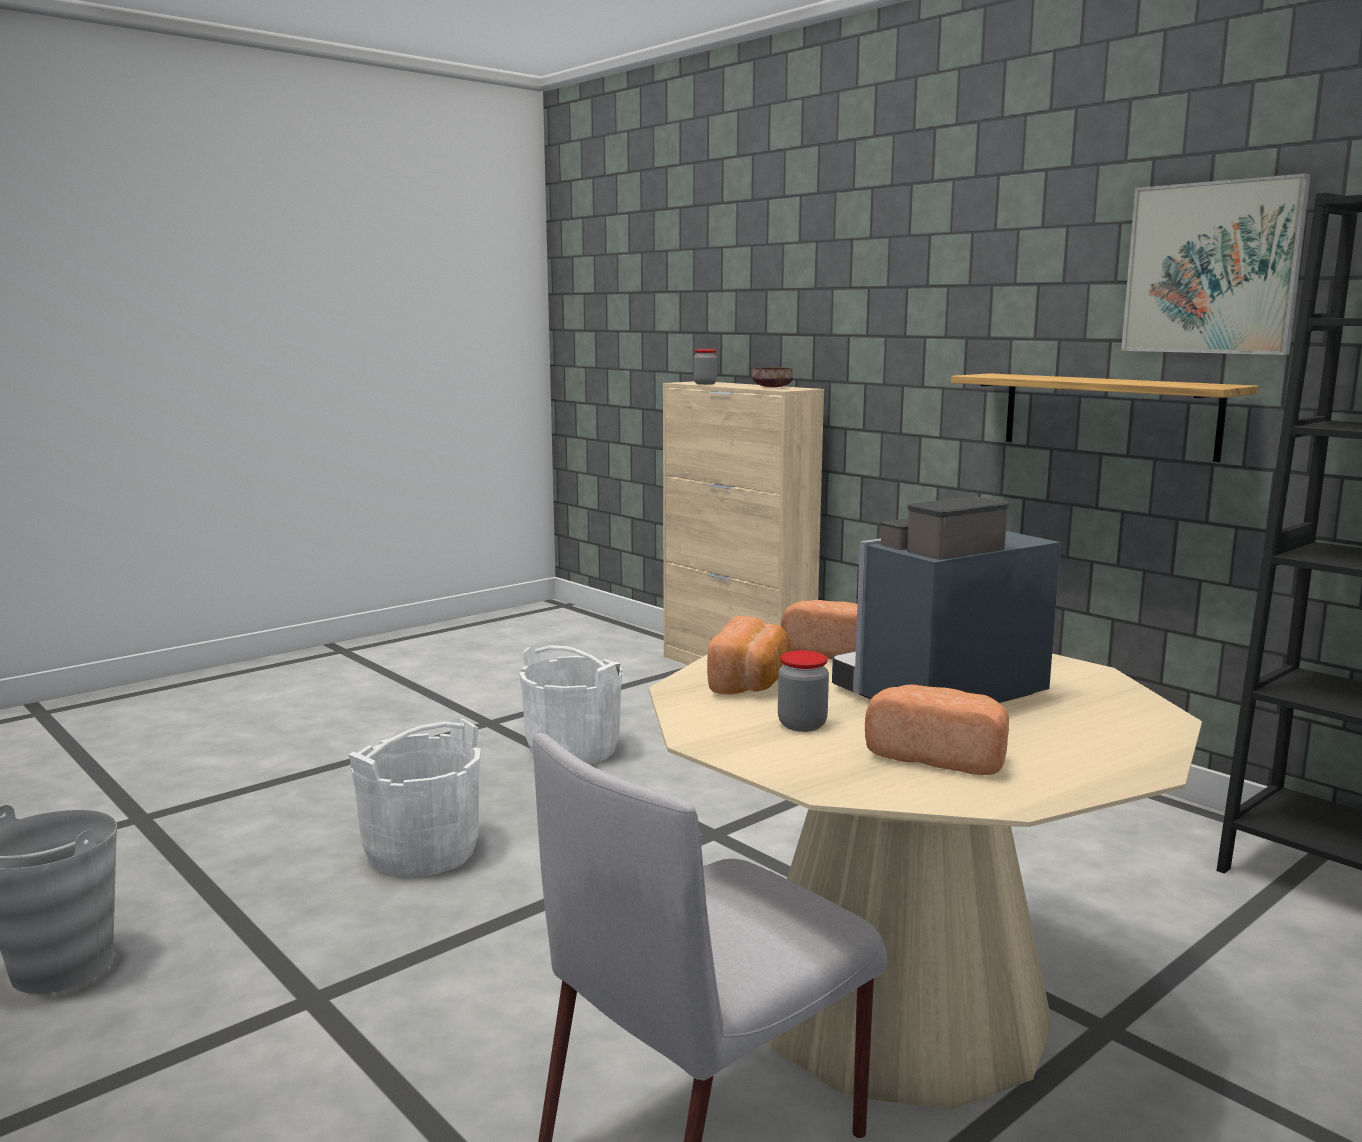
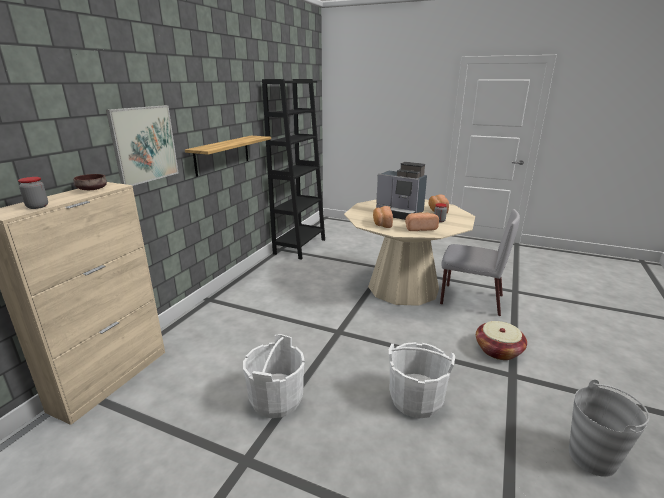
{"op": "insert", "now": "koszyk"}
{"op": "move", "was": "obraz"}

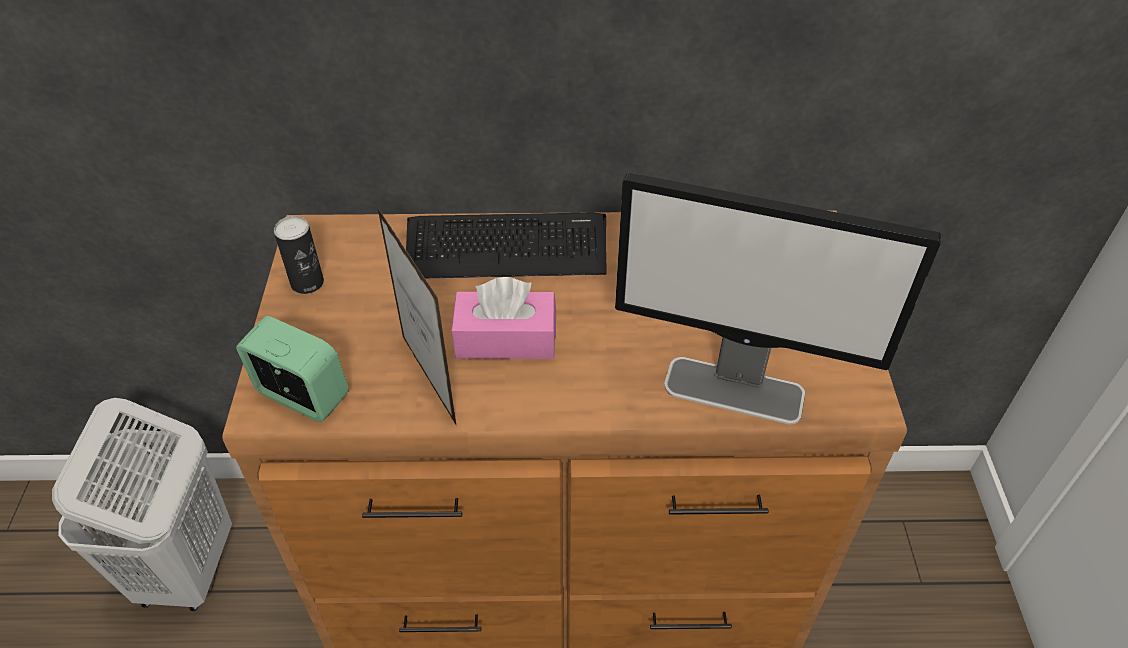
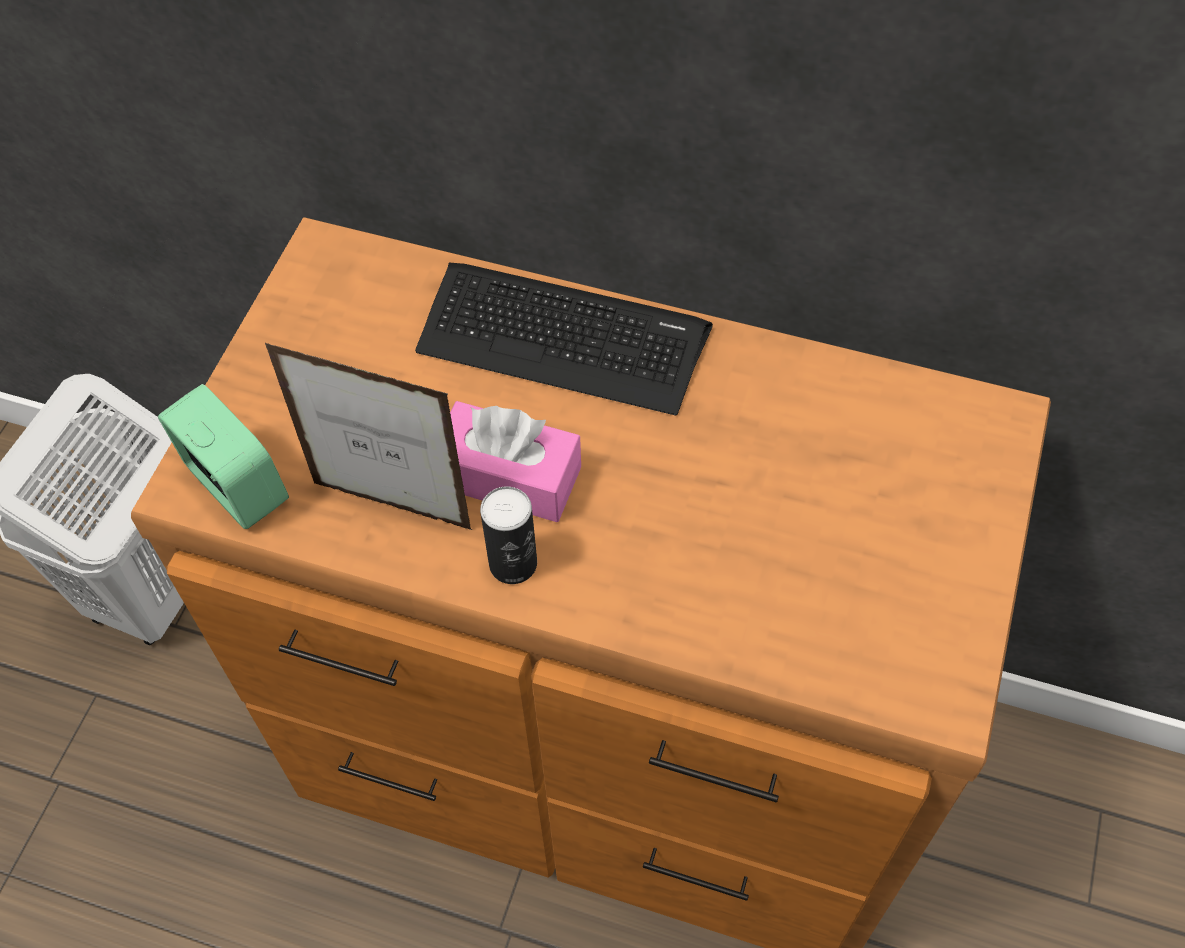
{"op": "delete", "was": "monitor"}
{"op": "move", "was": "puszka"}
{"op": "rotate", "was": "ramka na zdjęcie", "clockwise": 120}

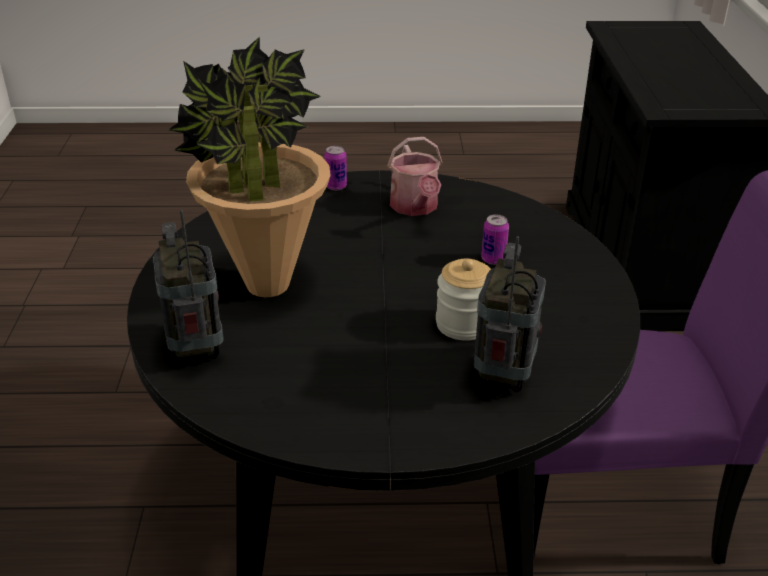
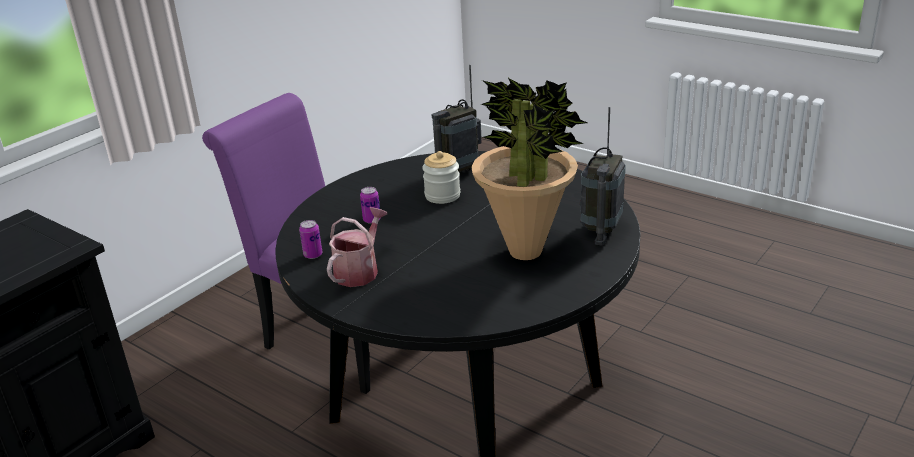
{"op": "move", "was": "puszka (1st from left)"}

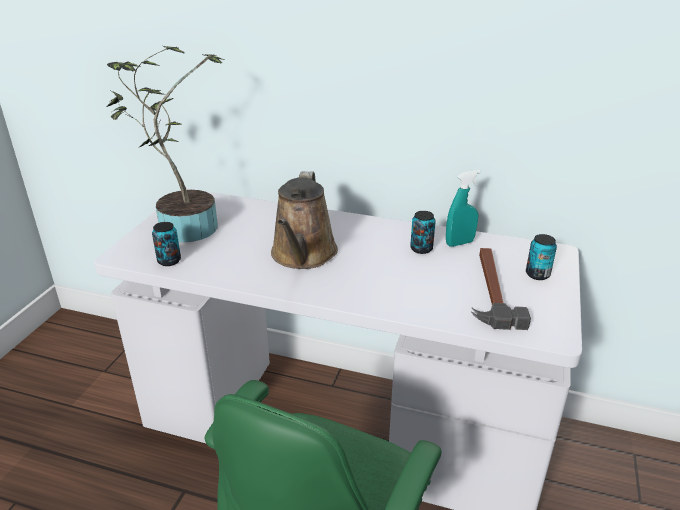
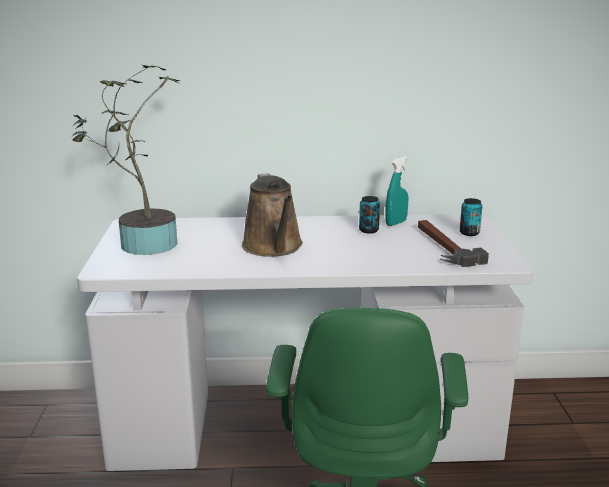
{"op": "delete", "was": "puszka (1st from left)"}

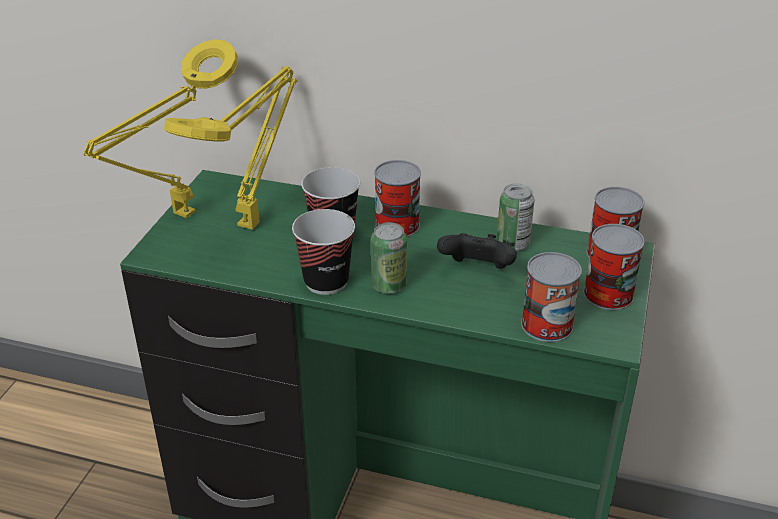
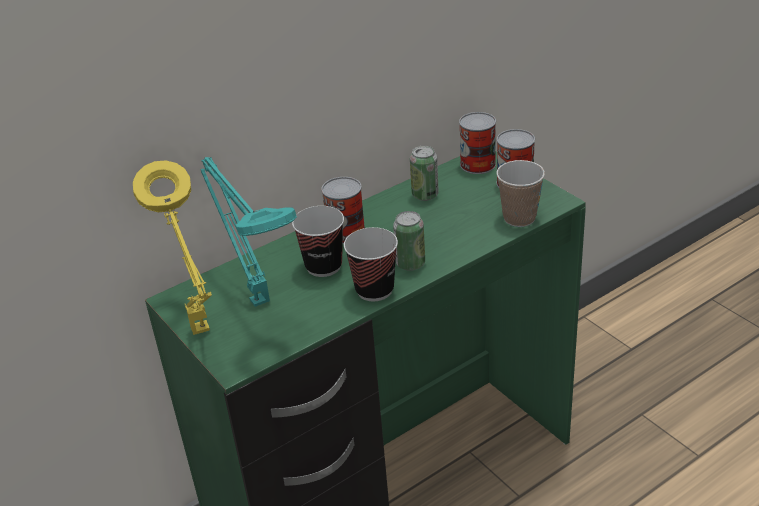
{"op": "delete", "was": "pad do gier/czarny"}
{"op": "replace", "was": "puszka (4th from left)", "now": "filiżanka (3rd from left)"}
{"op": "recolor", "was": "lampa stołowa/żółty (2nd from left)", "now": "lampa stołowa/turkusowy"}

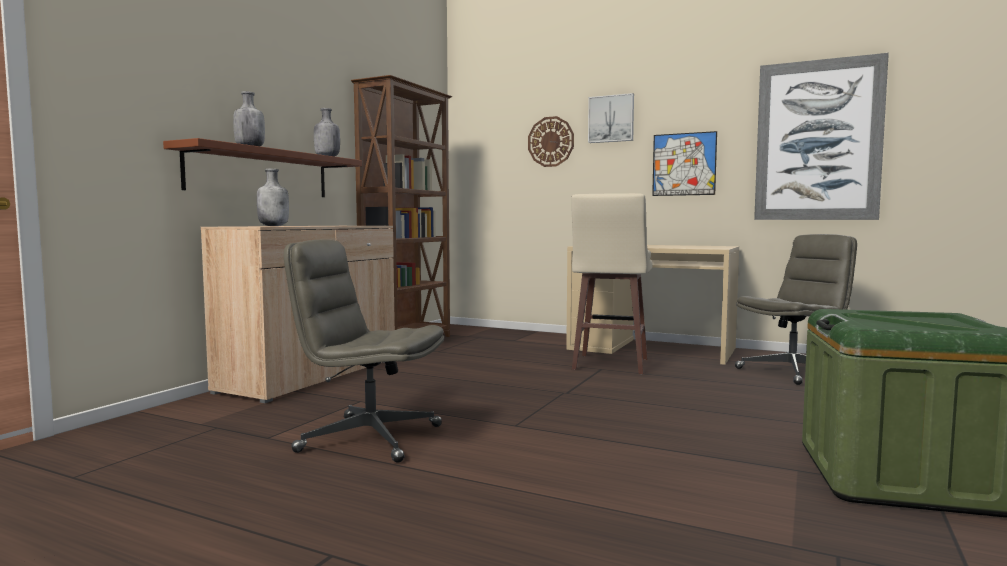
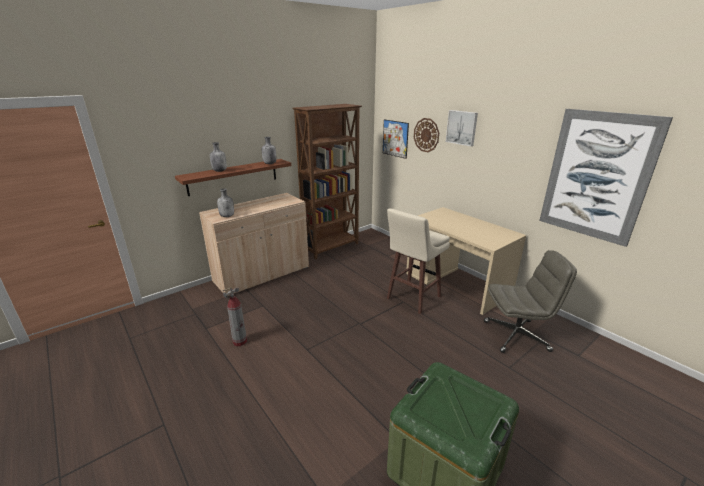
{"op": "move", "was": "obraz (2nd from left in the first image)", "now": "obraz (1st from left)"}
{"op": "replace", "was": "krzesło biurowe/szary (1st from left)", "now": "gaśnica"}

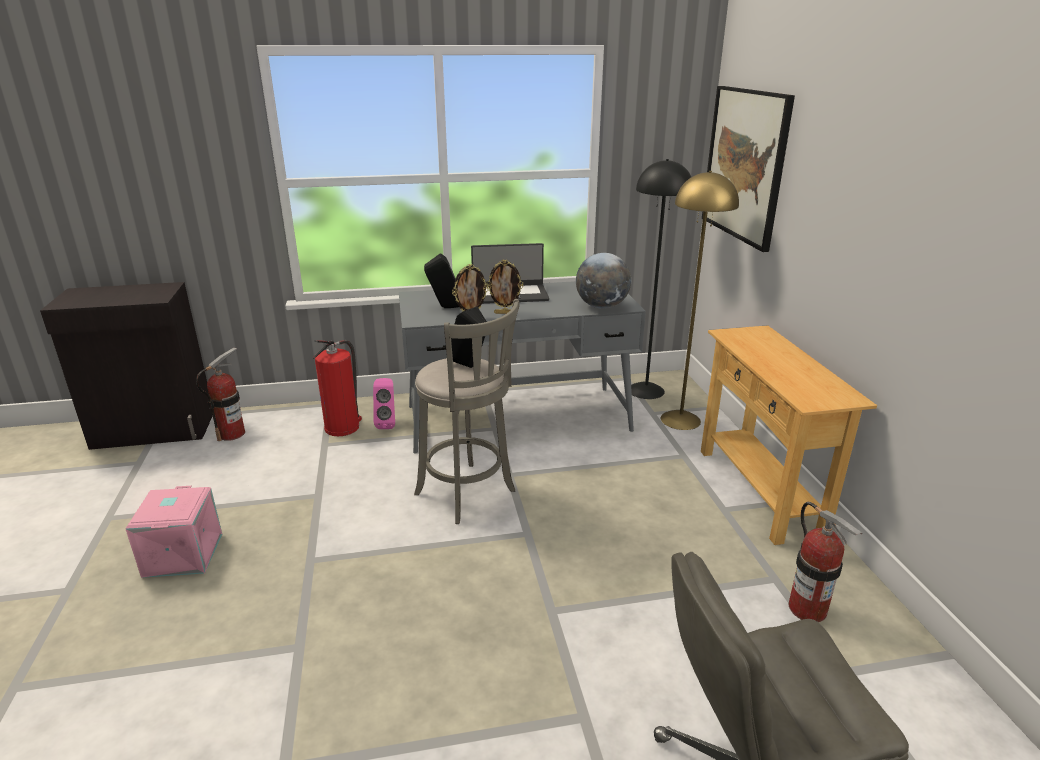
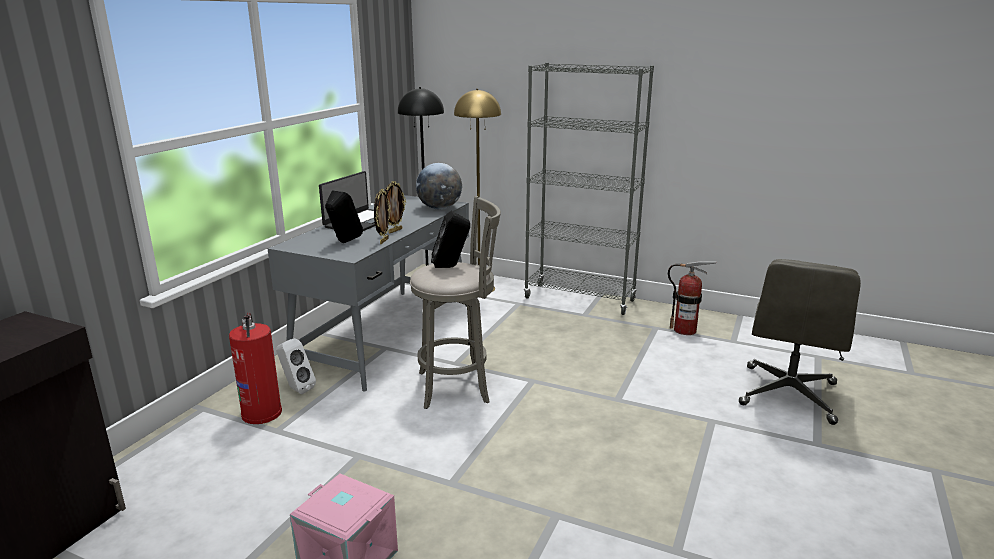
{"op": "delete", "was": "gaśnica (1st from left)"}
{"op": "delete", "was": "obraz"}
{"op": "replace", "was": "stolik konsolowy/beżowy", "now": "regał/szary"}
{"op": "recolor", "was": "głośnik/różowy", "now": "głośnik/biały"}

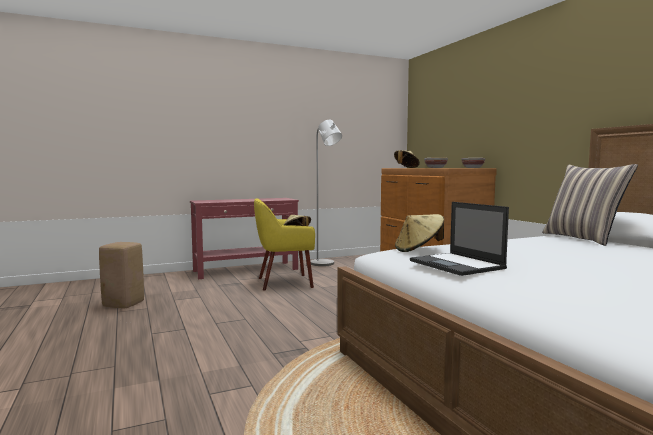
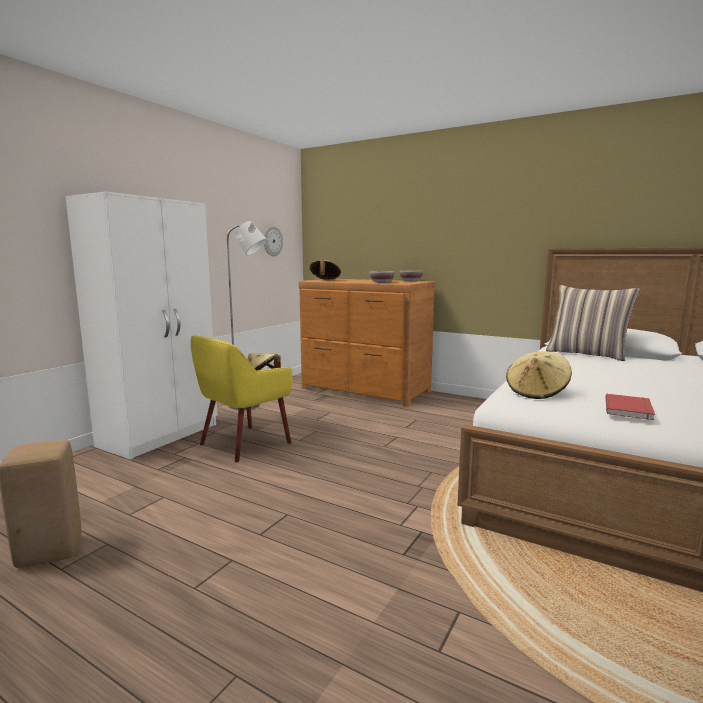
{"op": "insert", "now": "zegar ścienny"}
{"op": "replace", "was": "stolik konsolowy/czerwony", "now": "szafa/biały"}
{"op": "replace", "was": "laptop", "now": "książka/czerwony"}

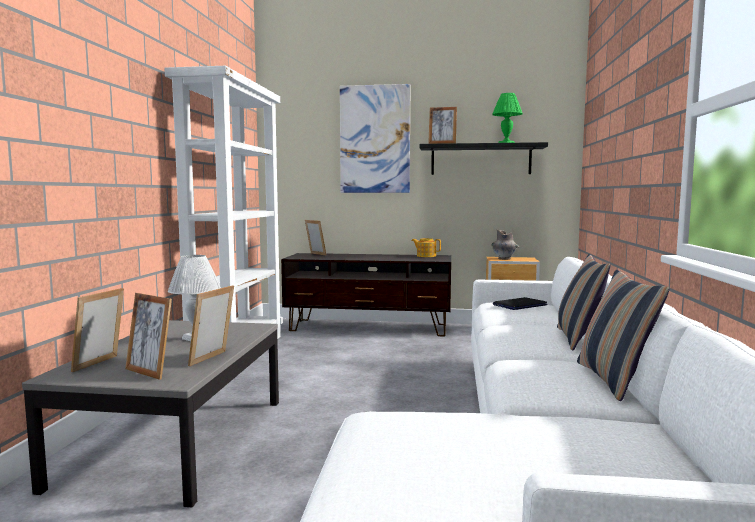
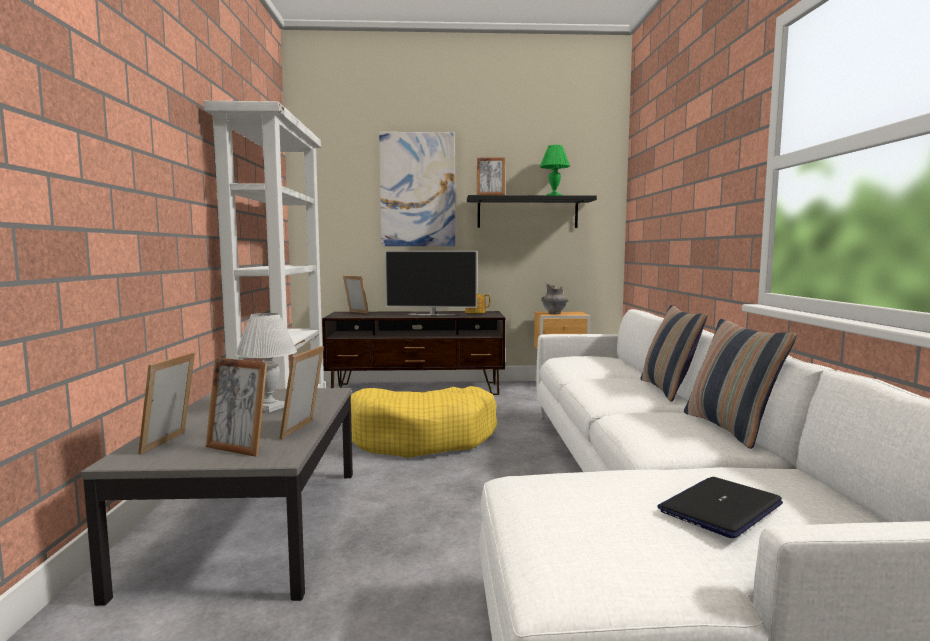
{"op": "insert", "now": "legowisko/żółty"}
{"op": "insert", "now": "telewizor"}
{"op": "move", "was": "laptop"}

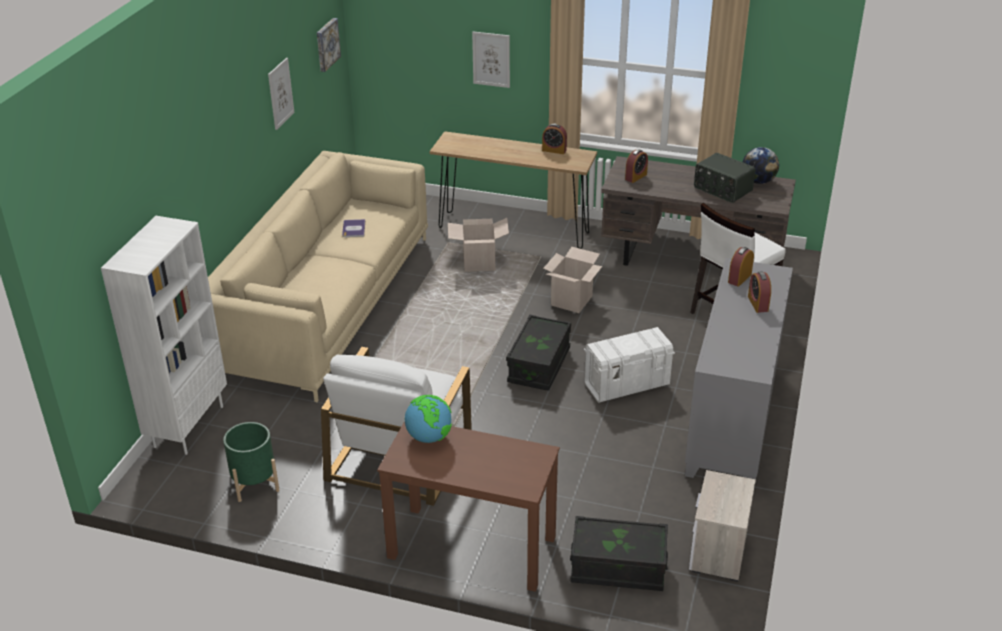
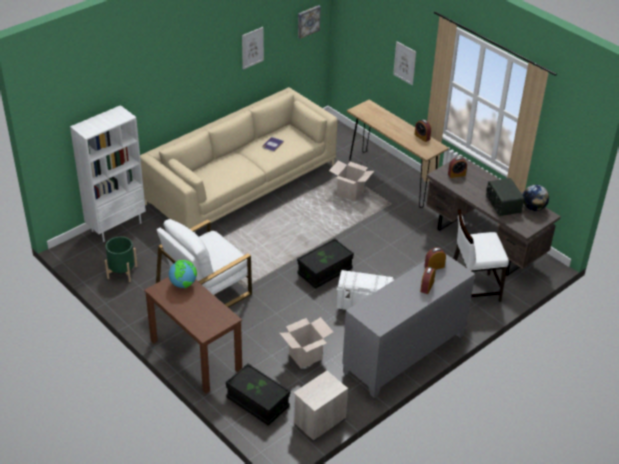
{"op": "move", "was": "karton (2nd from left in the first image)", "now": "karton (1st from left)"}

